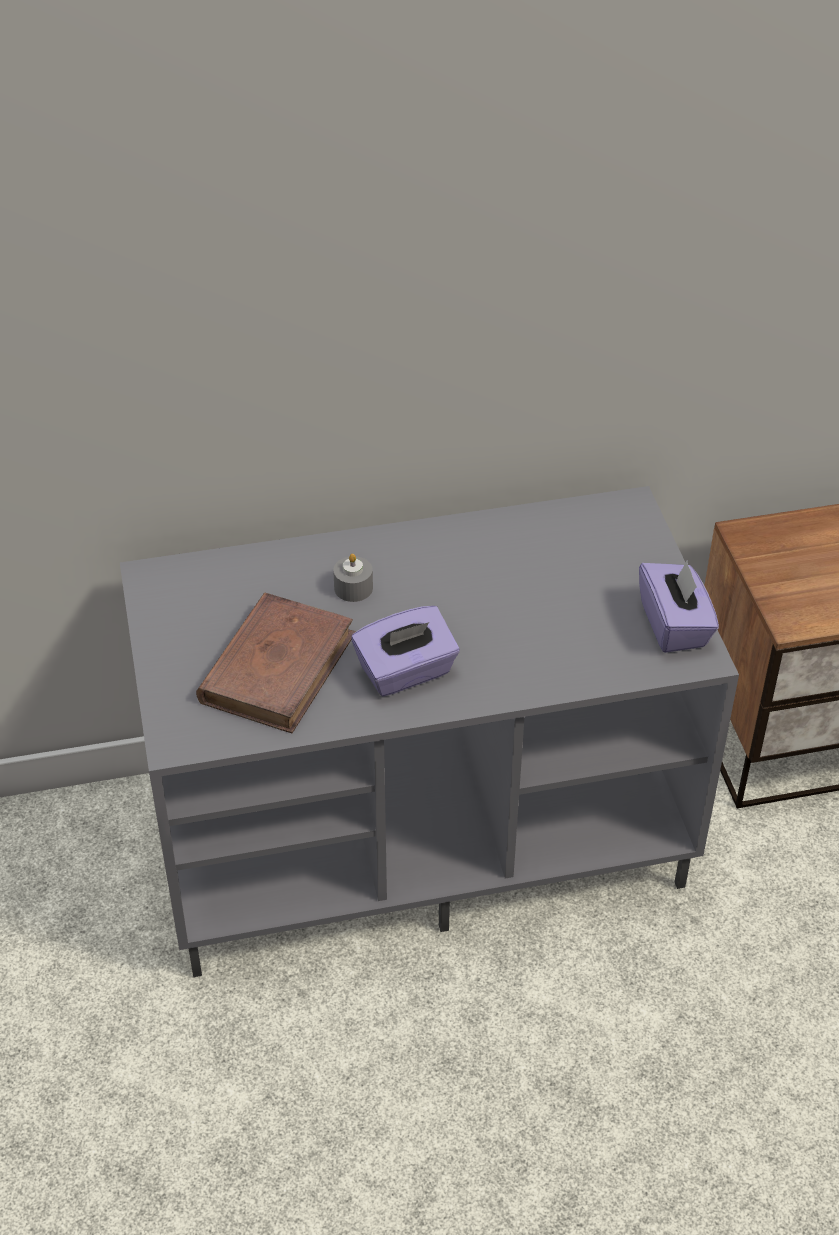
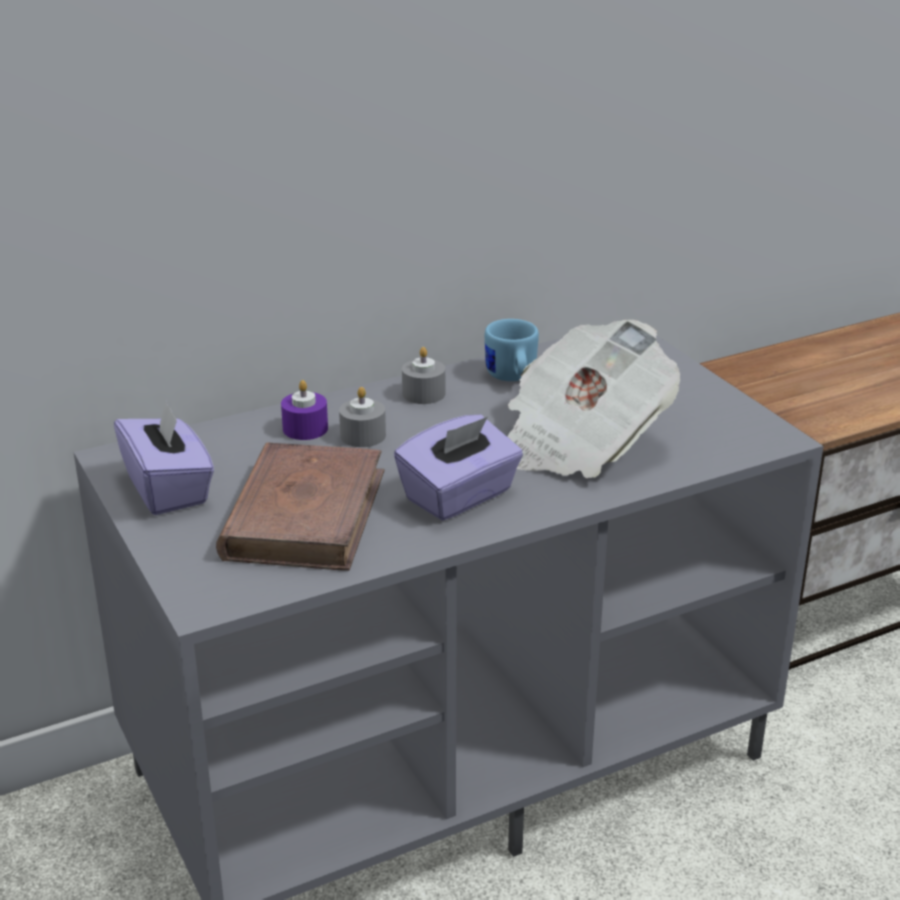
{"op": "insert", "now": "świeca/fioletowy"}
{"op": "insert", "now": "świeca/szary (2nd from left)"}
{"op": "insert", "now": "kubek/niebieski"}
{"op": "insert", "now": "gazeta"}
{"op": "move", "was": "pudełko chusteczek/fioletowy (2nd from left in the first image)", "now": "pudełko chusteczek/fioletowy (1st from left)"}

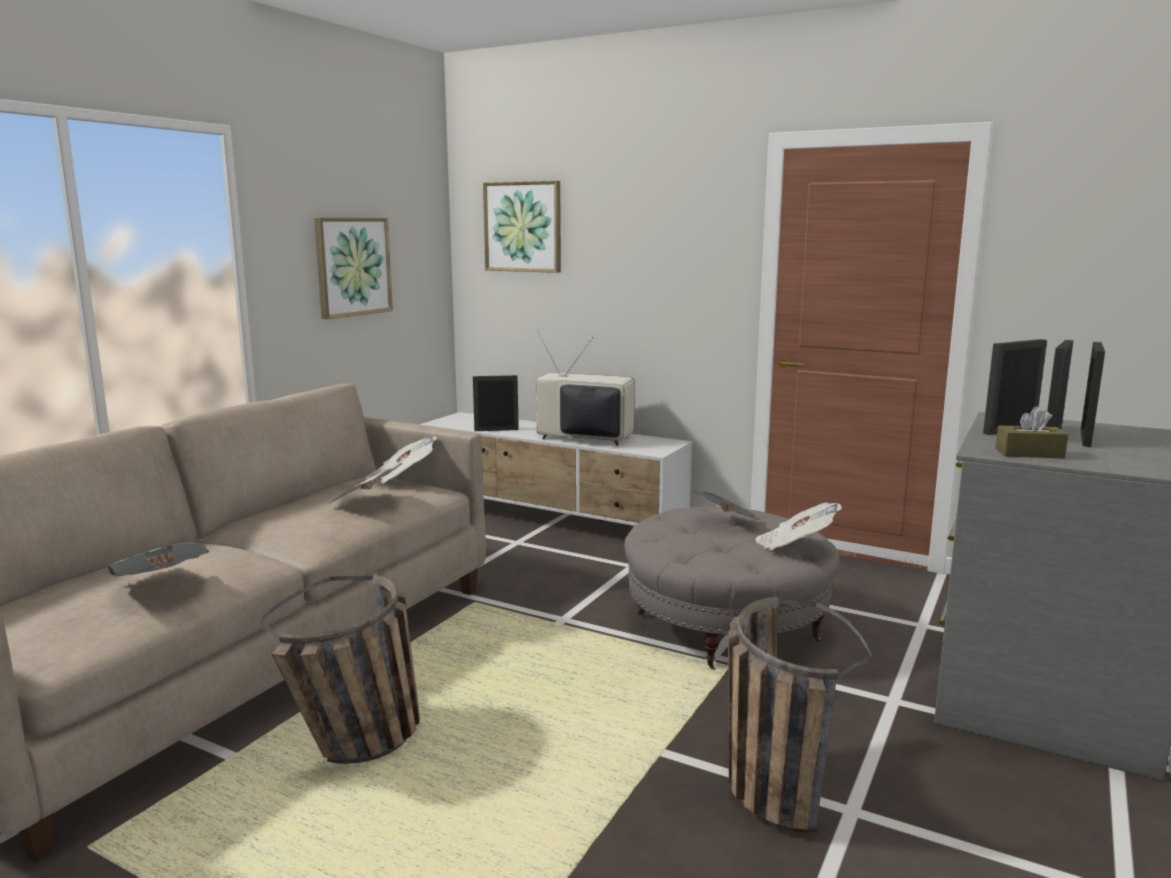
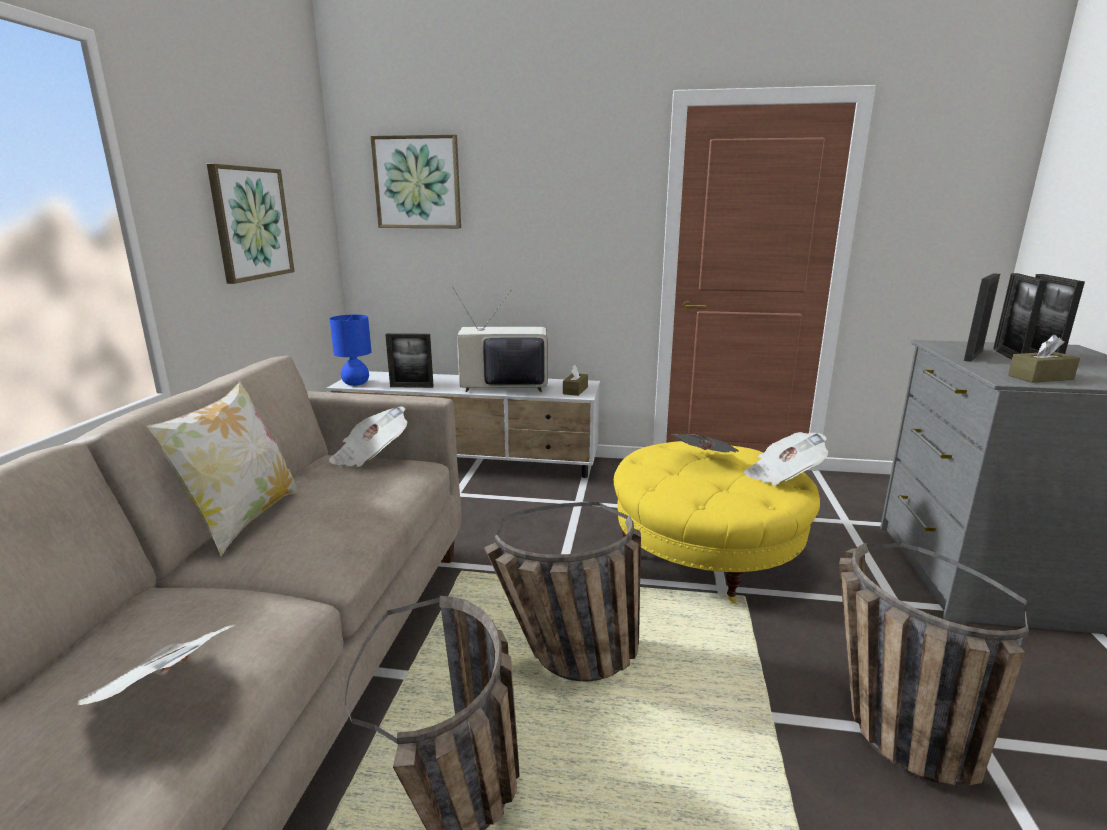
{"op": "delete", "was": "gazeta (2nd from left)"}
{"op": "insert", "now": "poduszka"}
{"op": "insert", "now": "lampa stołowa/niebieski"}
{"op": "insert", "now": "koszyk (2nd from left)"}
{"op": "insert", "now": "pudełko chusteczek/brązowy (1st from left)"}
{"op": "recolor", "was": "pufa/szary", "now": "pufa/żółty"}
{"op": "rotate", "was": "ramka na zdjęcie (1st from left)", "clockwise": -150}

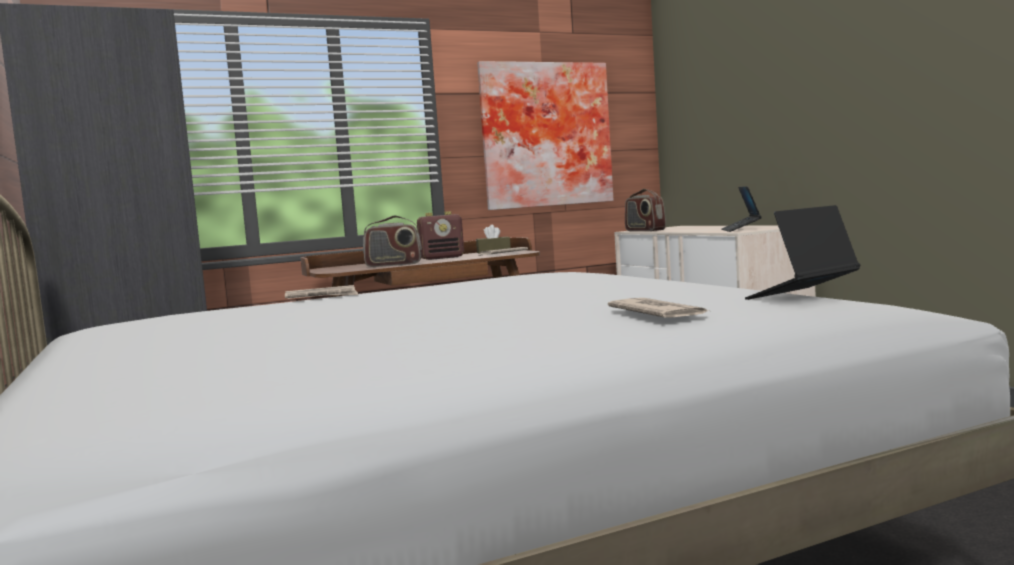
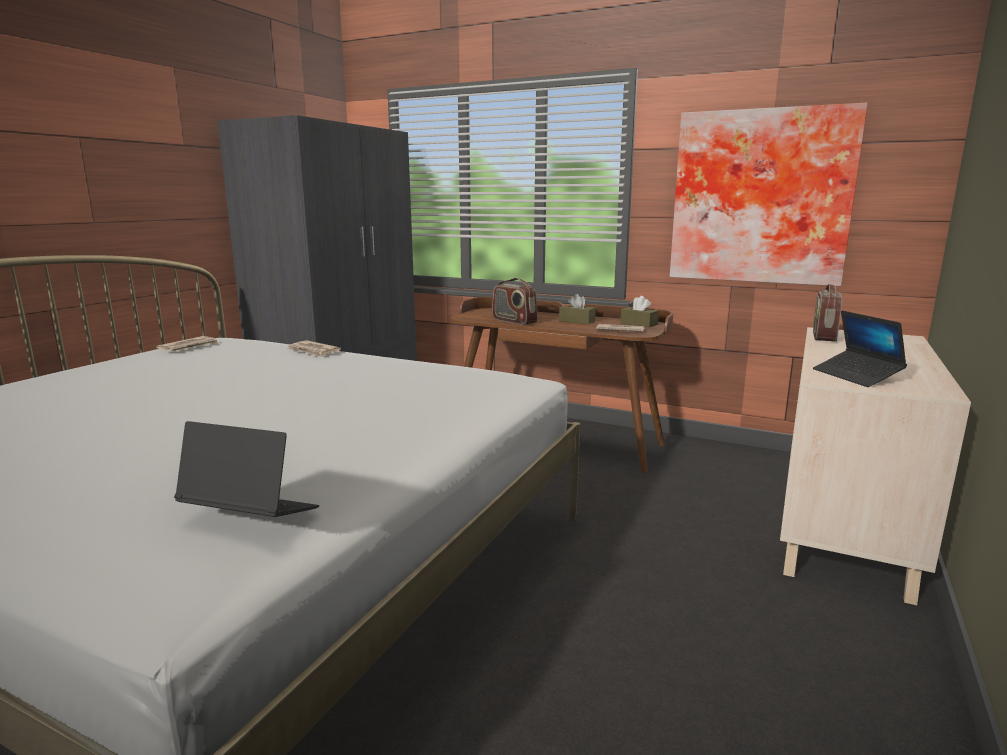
{"op": "move", "was": "gazeta (3rd from left in the first image)", "now": "gazeta (1st from left)"}
{"op": "replace", "was": "radio (2nd from left)", "now": "pudełko chusteczek/brązowy (1st from left)"}
{"op": "rotate", "was": "laptop (1st from left in the first image)", "clockwise": -75}

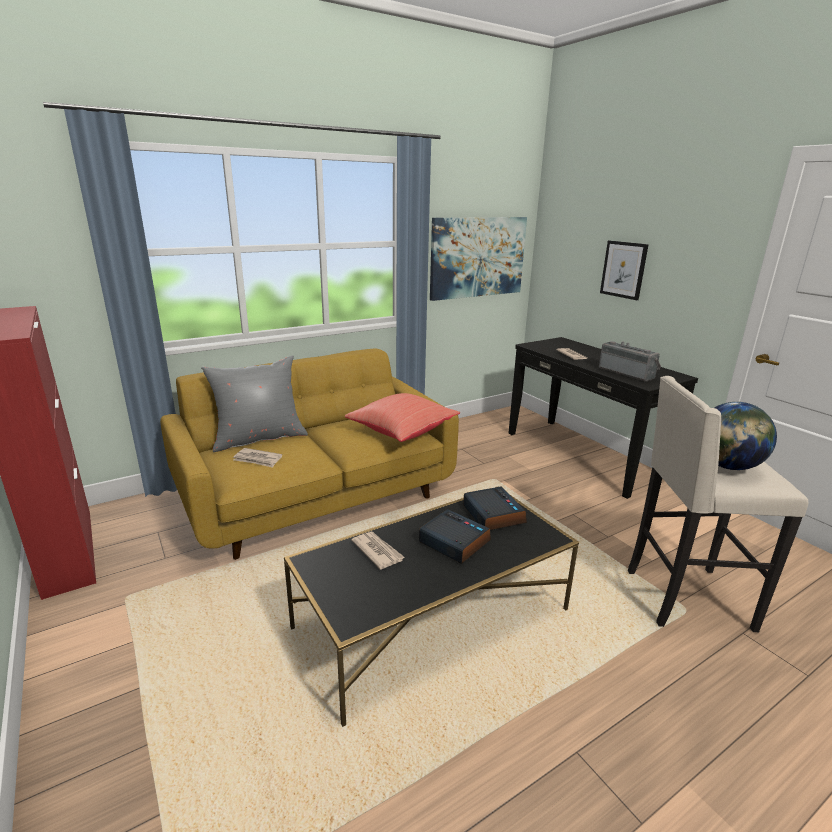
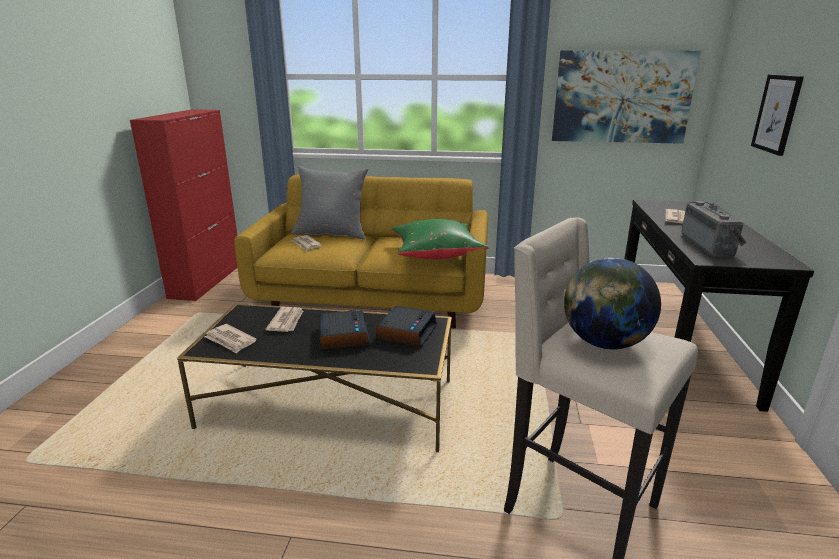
{"op": "insert", "now": "gazeta (1st from left)"}
{"op": "recolor", "was": "poduszka/czerwony", "now": "poduszka/zielony"}

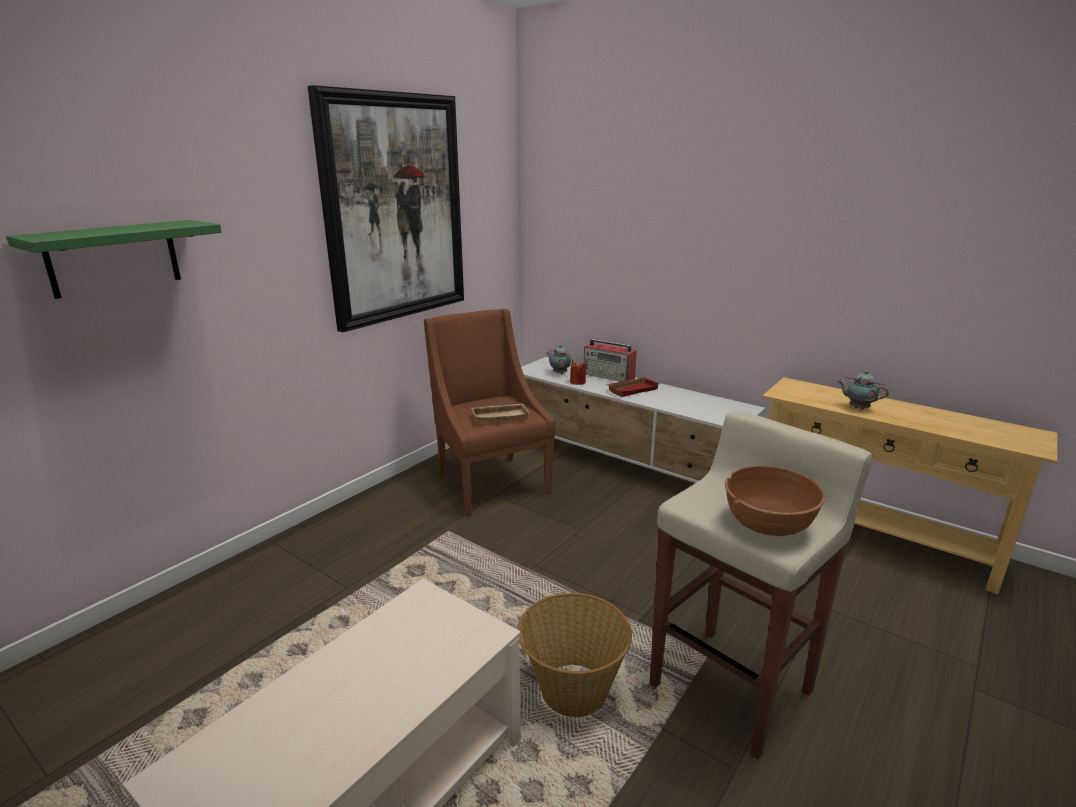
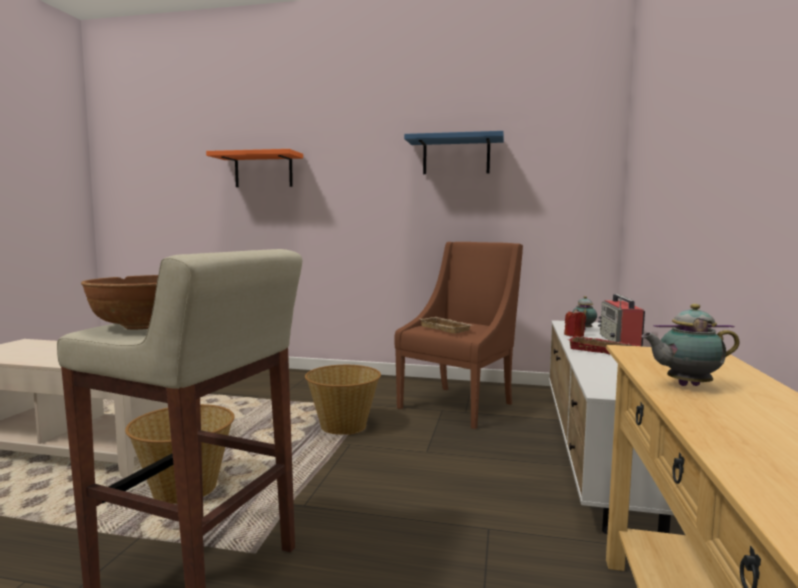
{"op": "insert", "now": "koszyk (2nd from left)"}
{"op": "replace", "was": "obraz", "now": "półka/niebieski"}
{"op": "recolor", "was": "półka/zielony", "now": "półka/pomarańczowy"}
{"op": "rotate", "was": "imbryk (2nd from left)", "clockwise": -105}

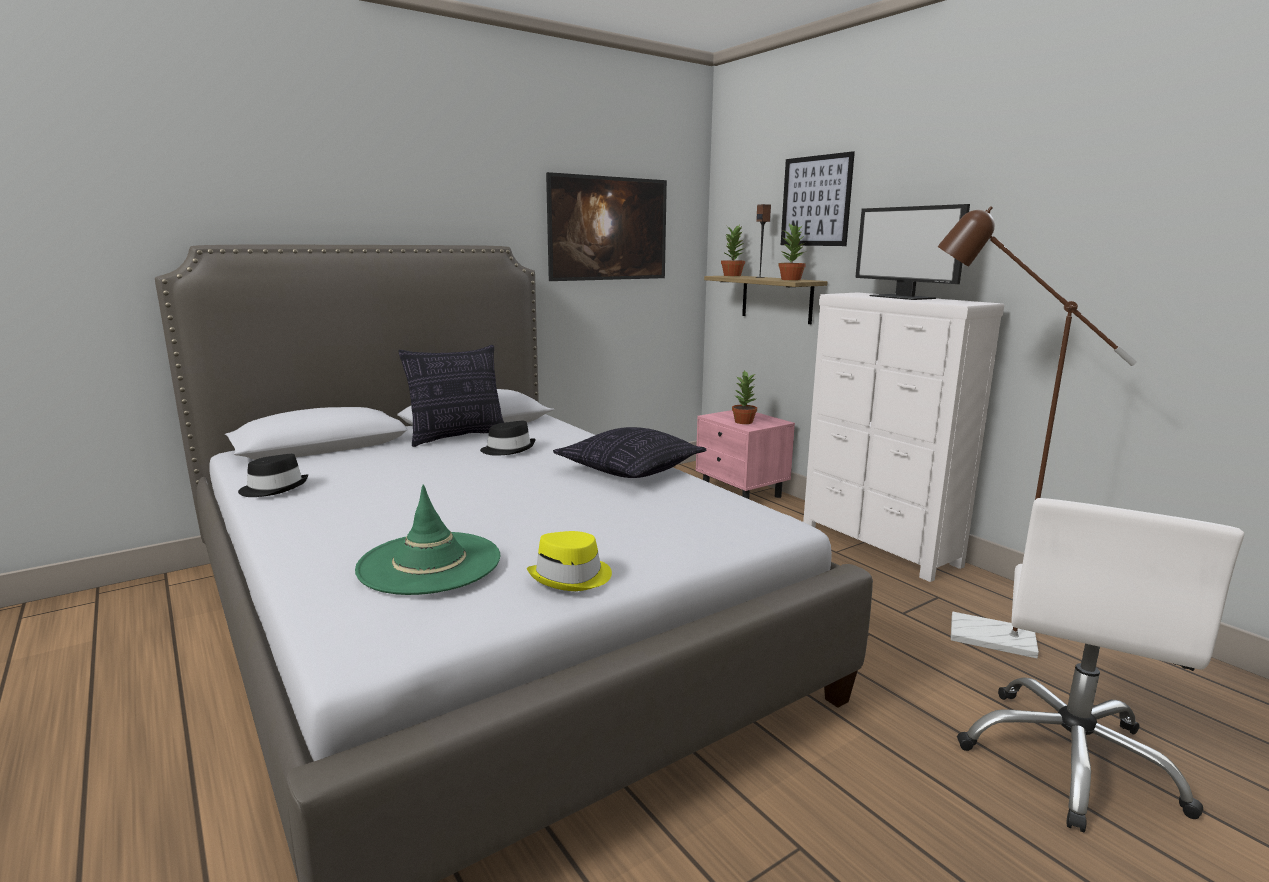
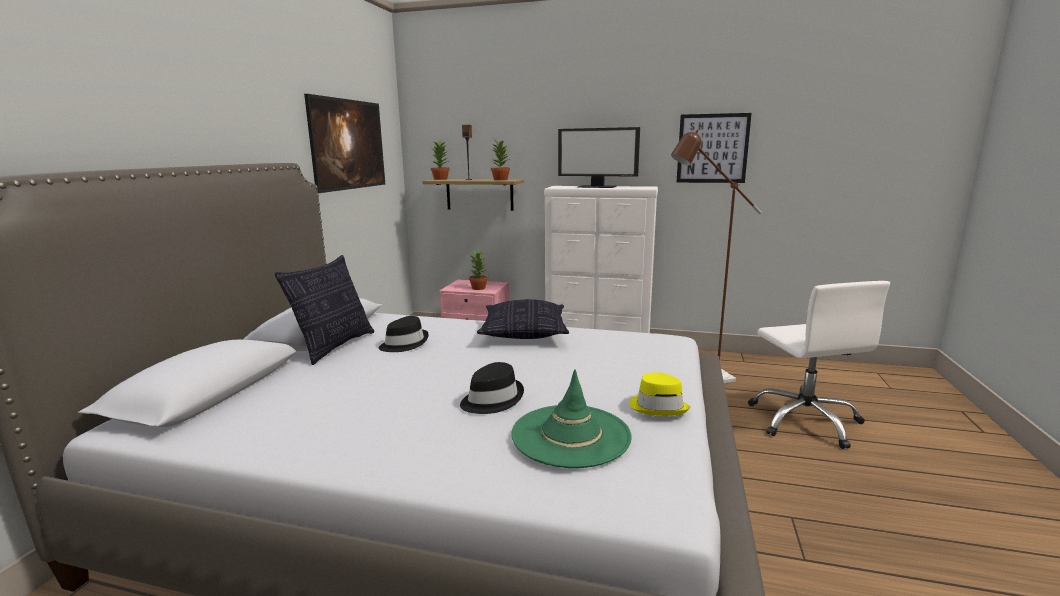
{"op": "move", "was": "kapelusz/czarny (1st from left in the first image)", "now": "kapelusz/czarny (2nd from left)"}
{"op": "move", "was": "obraz (2nd from left)"}

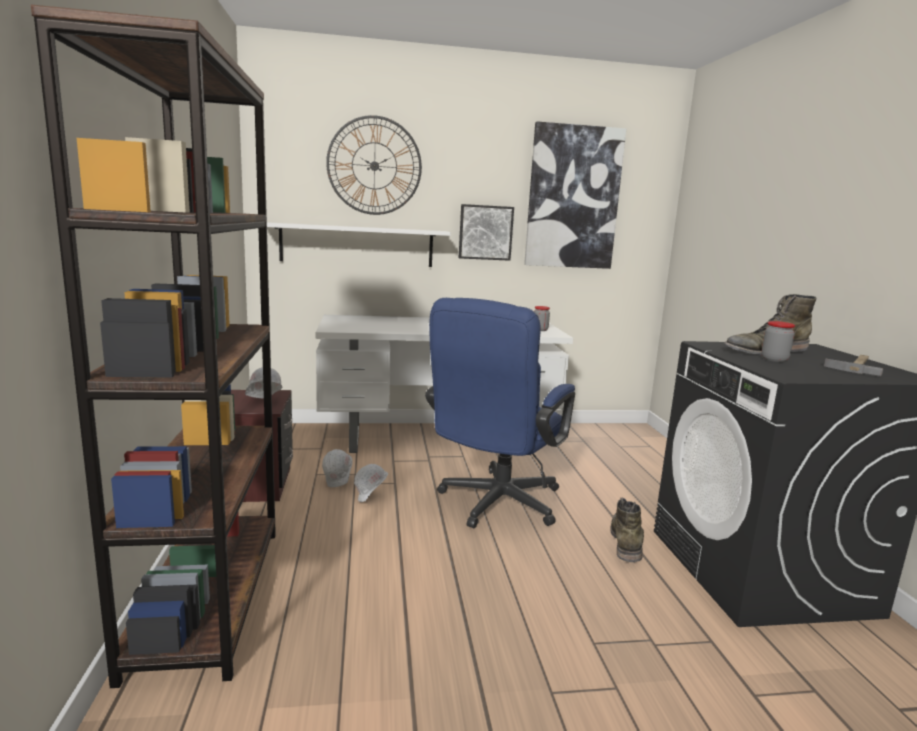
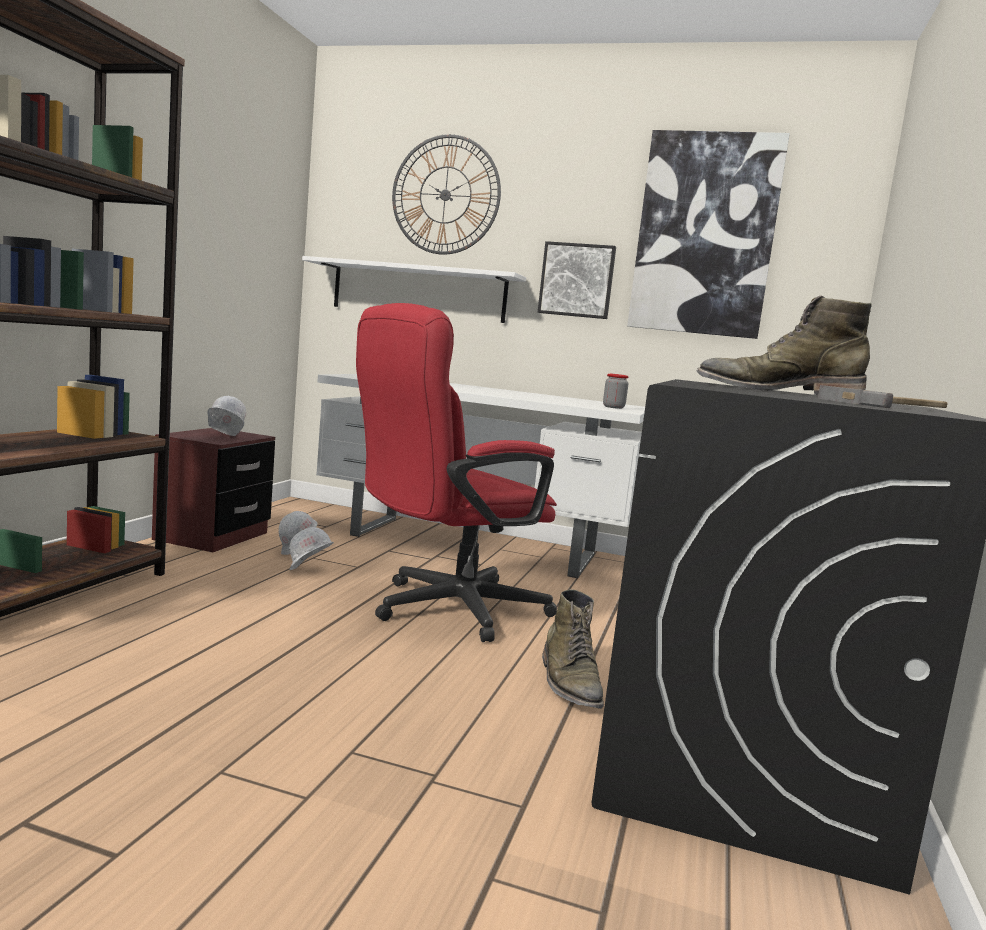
{"op": "delete", "was": "słoik (2nd from left)"}
{"op": "recolor", "was": "krzesło biurowe/niebieski", "now": "krzesło biurowe/czerwony"}
{"op": "rotate", "was": "but z cholewką/zielony (1st from left)", "clockwise": 135}

